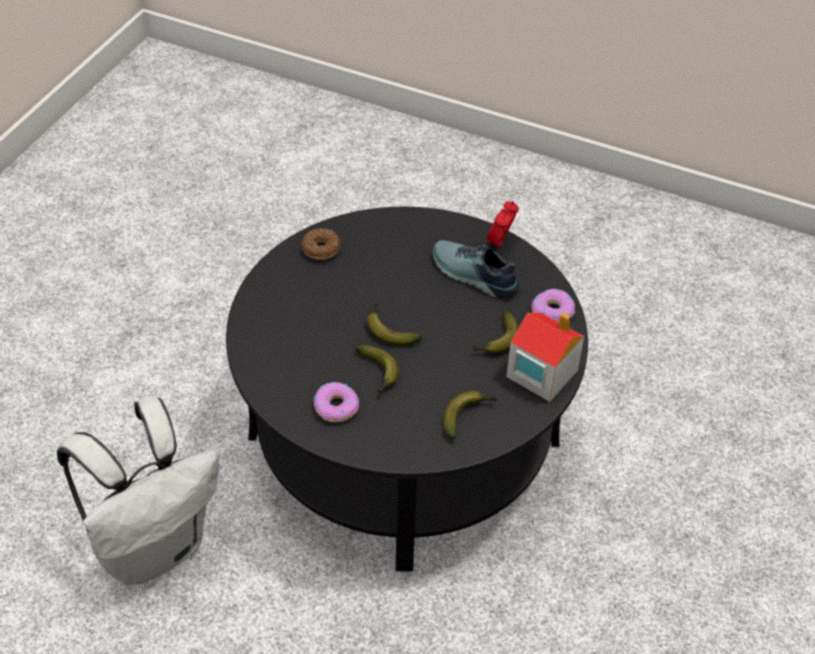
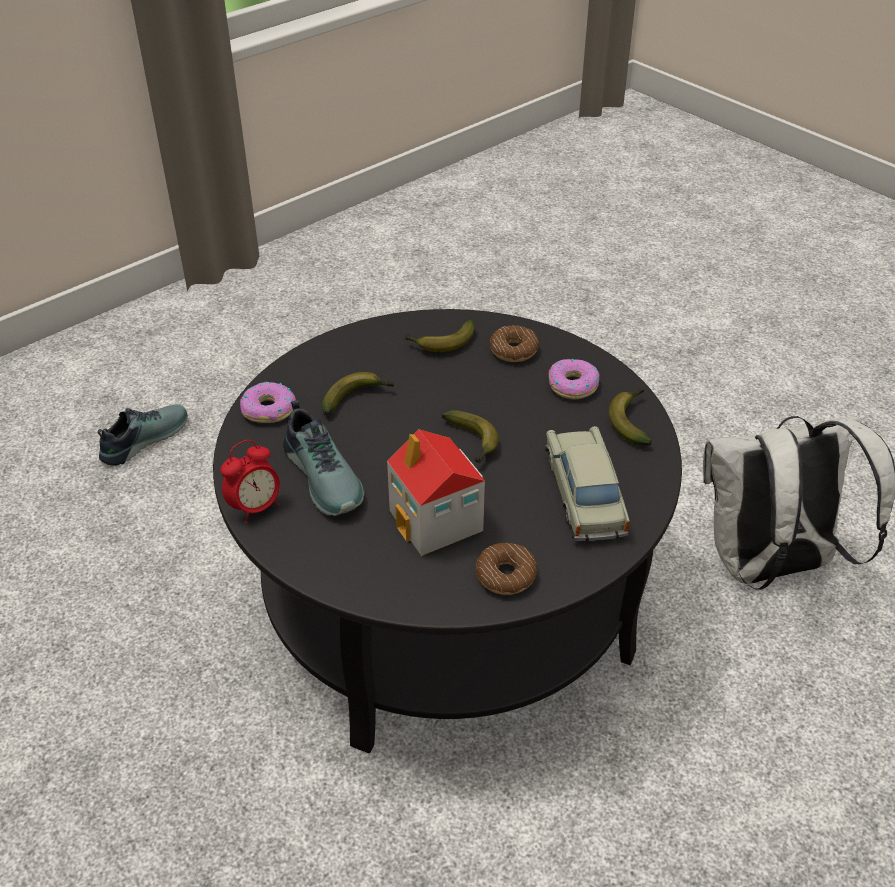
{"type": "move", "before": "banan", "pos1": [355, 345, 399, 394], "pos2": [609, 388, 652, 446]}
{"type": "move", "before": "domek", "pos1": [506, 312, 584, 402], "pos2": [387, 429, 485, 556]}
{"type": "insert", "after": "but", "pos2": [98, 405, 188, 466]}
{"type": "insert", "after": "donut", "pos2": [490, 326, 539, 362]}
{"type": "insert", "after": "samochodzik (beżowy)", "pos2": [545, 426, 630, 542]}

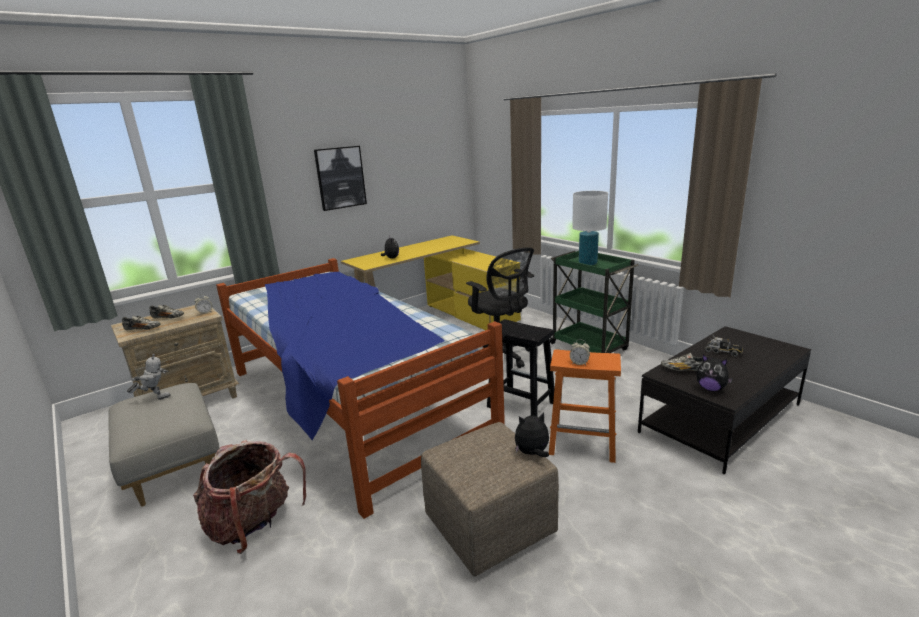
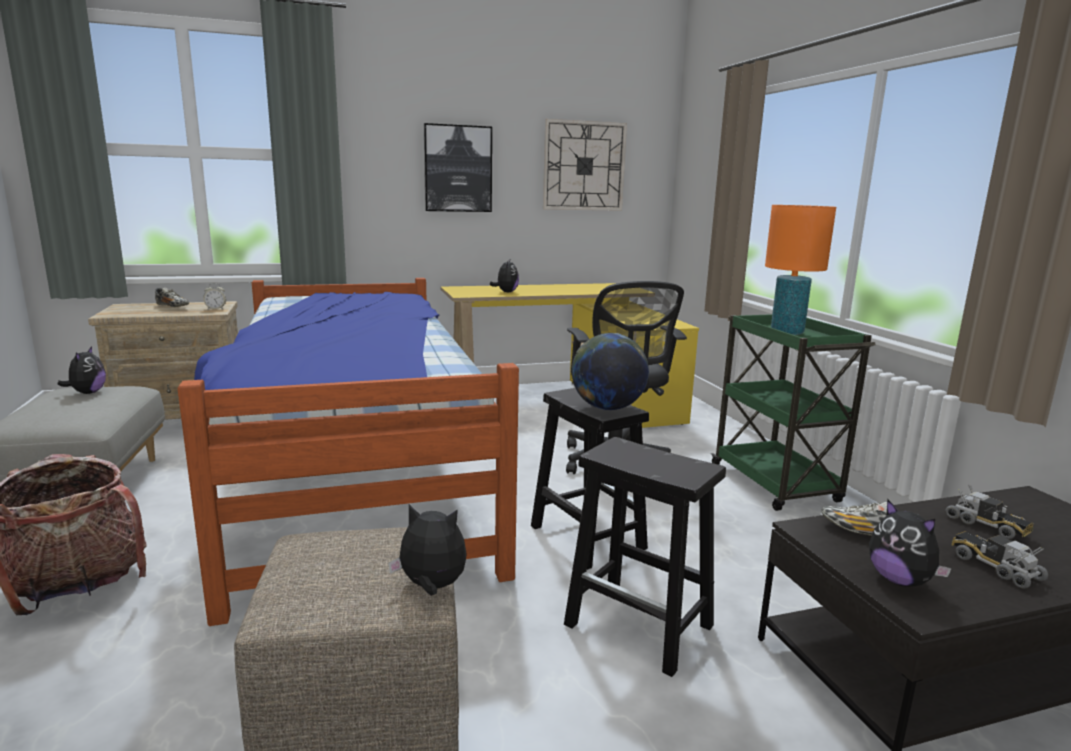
{"type": "delete", "before": "but", "pos1": [122, 316, 160, 330]}
{"type": "replace", "before": "robot zabawkowy", "after": "pluszak", "pos1": [127, 354, 171, 400], "pos2": [57, 346, 106, 394]}
{"type": "recolor", "before": "stołek (pomarańczowy)", "after": "stołek (czarny)", "pos1": [549, 349, 621, 463], "pos2": [564, 437, 726, 677]}
{"type": "delete", "before": "budzik", "pos1": [570, 339, 590, 365]}
{"type": "recolor", "before": "lampa stołowa (biały)", "after": "lampa stołowa (pomarańczowy)", "pos1": [572, 191, 608, 265], "pos2": [765, 205, 836, 335]}
{"type": "insert", "after": "zegar ścienny", "pos2": [543, 119, 627, 211]}
{"type": "insert", "after": "globus", "pos2": [572, 333, 649, 410]}
{"type": "insert", "after": "ciężarówka zabawkowa", "pos2": [951, 531, 1048, 589]}

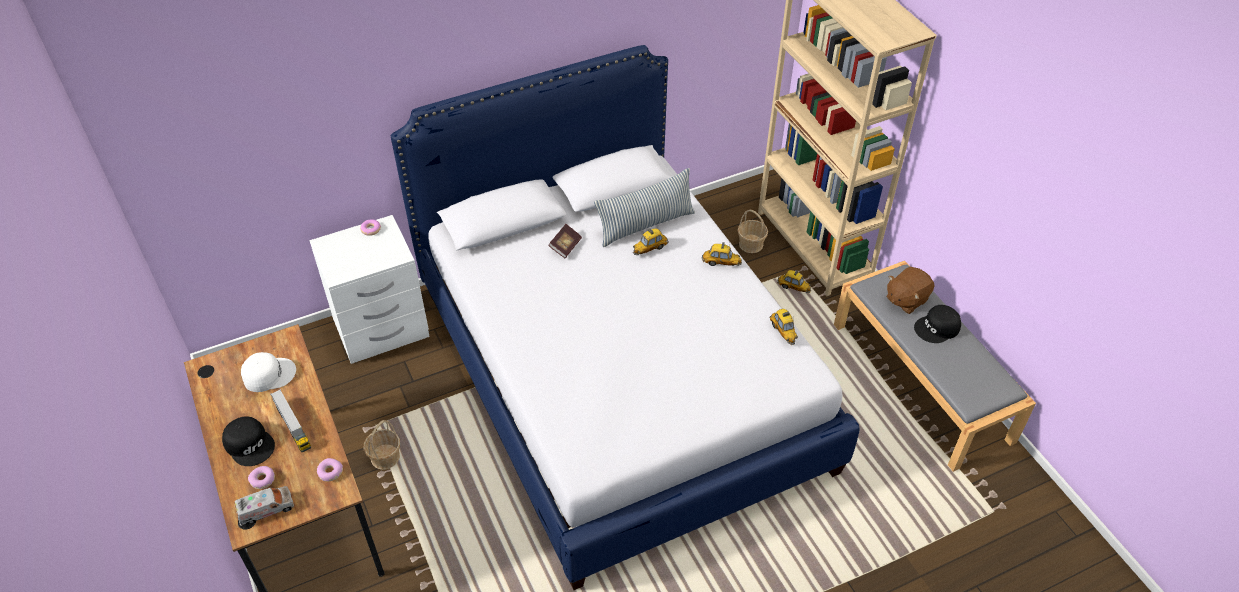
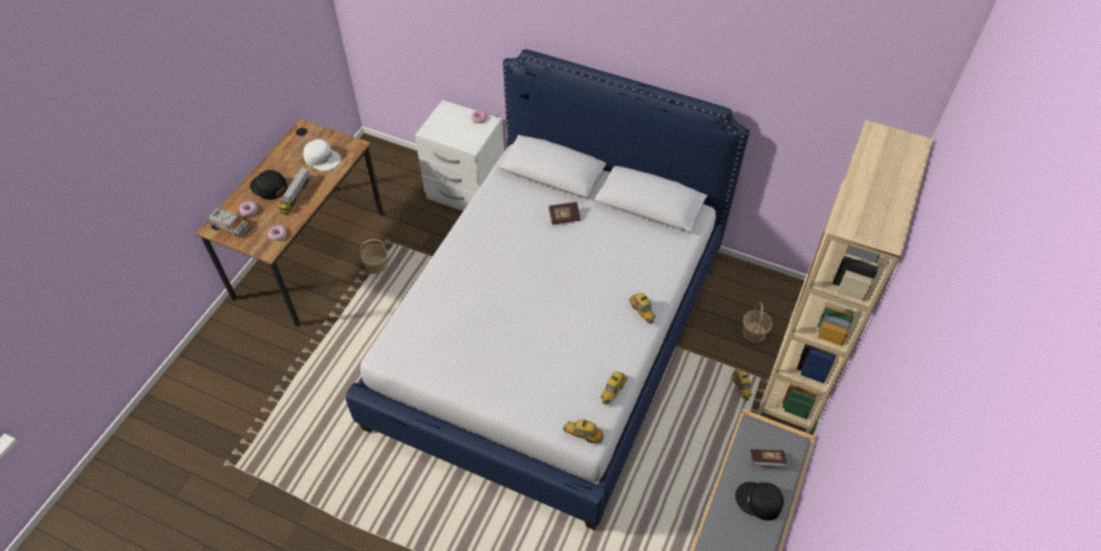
{"type": "rotate", "before": "czapka z daszkiem (czarny)", "pos1": [222, 416, 275, 466], "pos2": [250, 170, 287, 200], "turn": 120}
{"type": "delete", "before": "poduszka", "pos1": [594, 168, 695, 247]}
{"type": "move", "before": "samochodzik", "pos1": [633, 228, 669, 255], "pos2": [563, 419, 604, 444]}
{"type": "replace", "before": "pluszak (brązowy)", "after": "książka", "pos1": [886, 266, 934, 314], "pos2": [750, 449, 787, 467]}

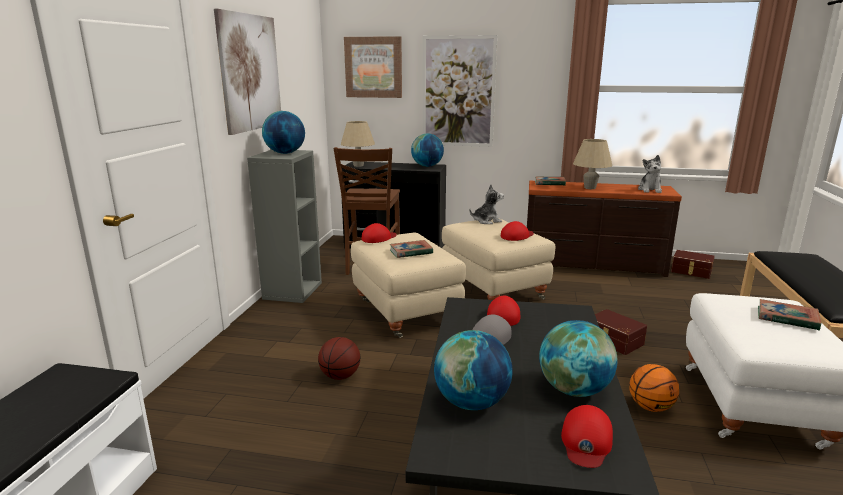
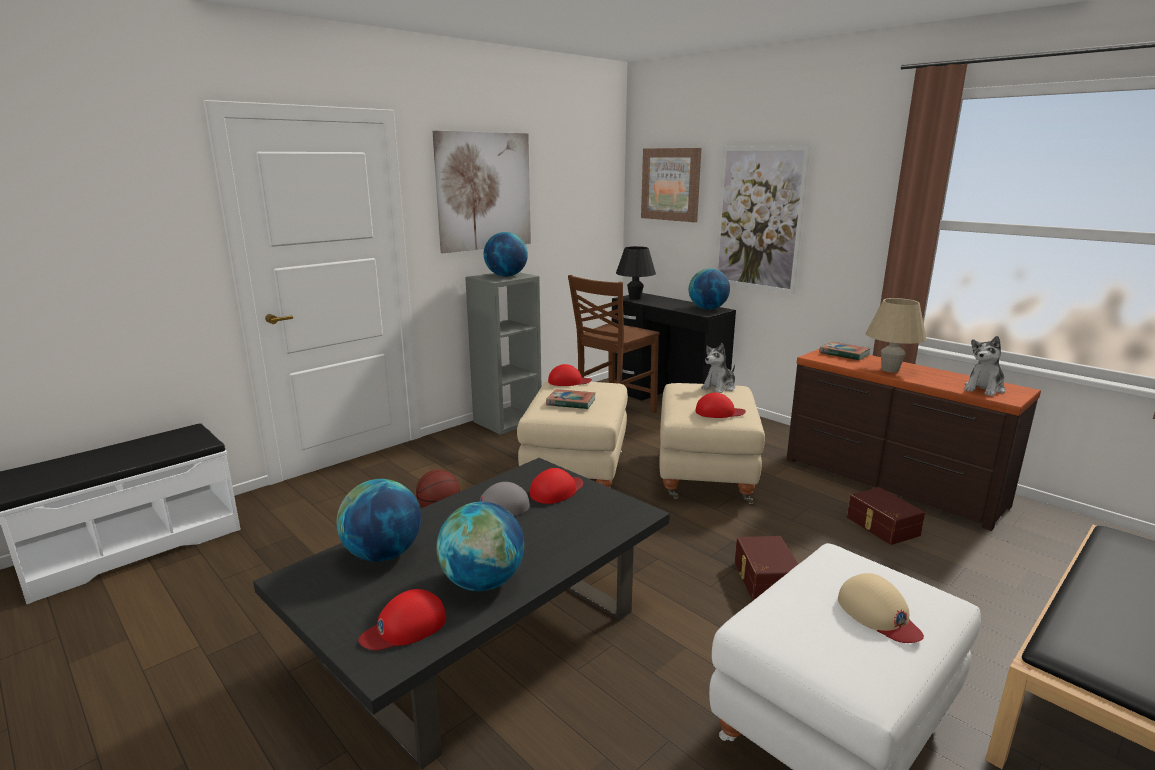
{"type": "recolor", "before": "lampa stołowa (beżowy)", "after": "lampa stołowa (czarny)", "pos1": [341, 121, 375, 167], "pos2": [616, 246, 656, 300]}
{"type": "rotate", "before": "pluszak", "pos1": [469, 184, 504, 224], "pos2": [701, 343, 735, 393], "turn": 120}
{"type": "delete", "before": "piłka do koszykówki", "pos1": [629, 364, 679, 412]}
{"type": "move", "before": "pojemnik do przechowywania (brązowy)", "pos1": [671, 250, 715, 279], "pos2": [847, 487, 925, 545]}
{"type": "replace", "before": "książka", "after": "czapka z daszkiem (beżowy)", "pos1": [758, 299, 821, 330], "pos2": [838, 573, 924, 643]}

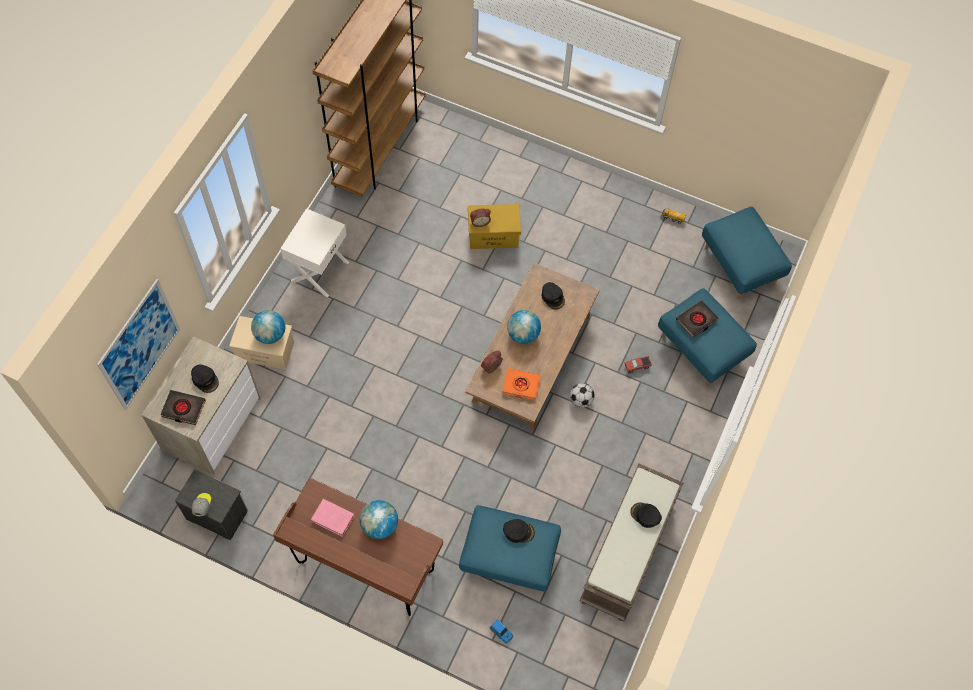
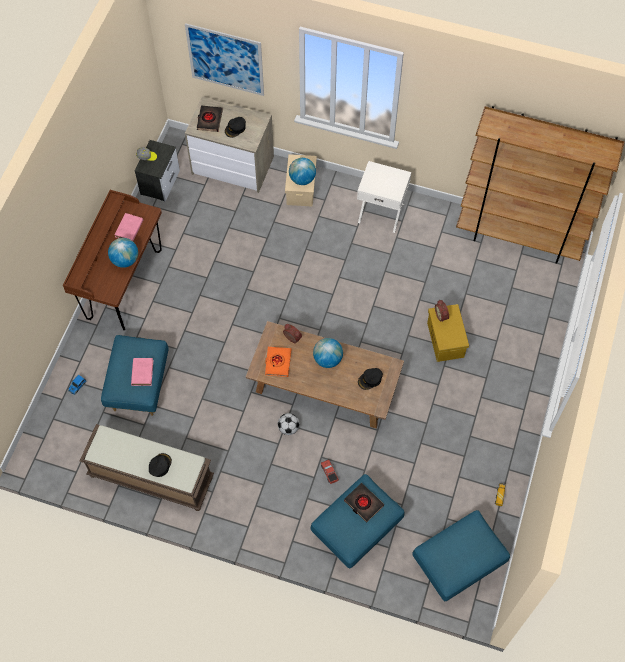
{"type": "replace", "before": "czapka z daszkiem (czarny)", "after": "książka (różowy)", "pos1": [503, 519, 535, 543], "pos2": [131, 358, 153, 386]}

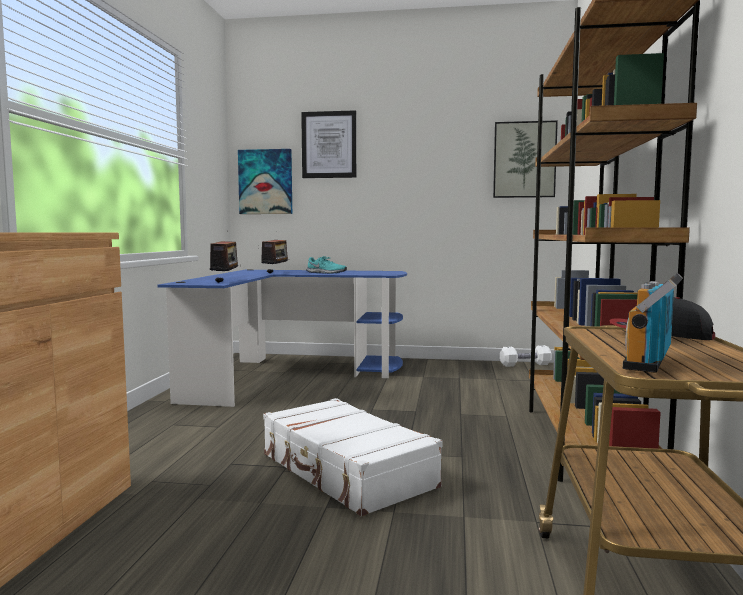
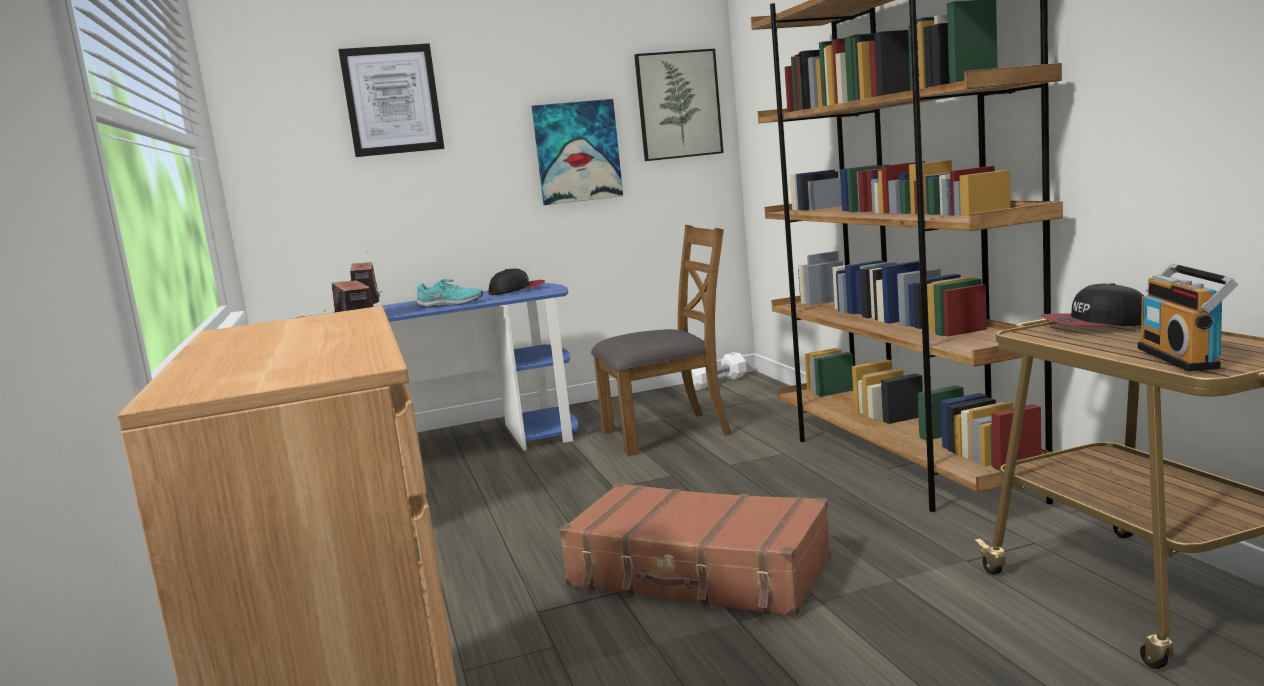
{"type": "move", "before": "obraz", "pos1": [238, 149, 292, 214], "pos2": [532, 99, 623, 205]}
{"type": "recolor", "before": "walizka (biały)", "after": "walizka (brązowy)", "pos1": [263, 398, 443, 517], "pos2": [559, 483, 831, 617]}
{"type": "insert", "after": "czapka z daszkiem", "pos2": [488, 269, 545, 295]}
{"type": "insert", "after": "krzesło (brązowy)", "pos2": [591, 225, 732, 456]}

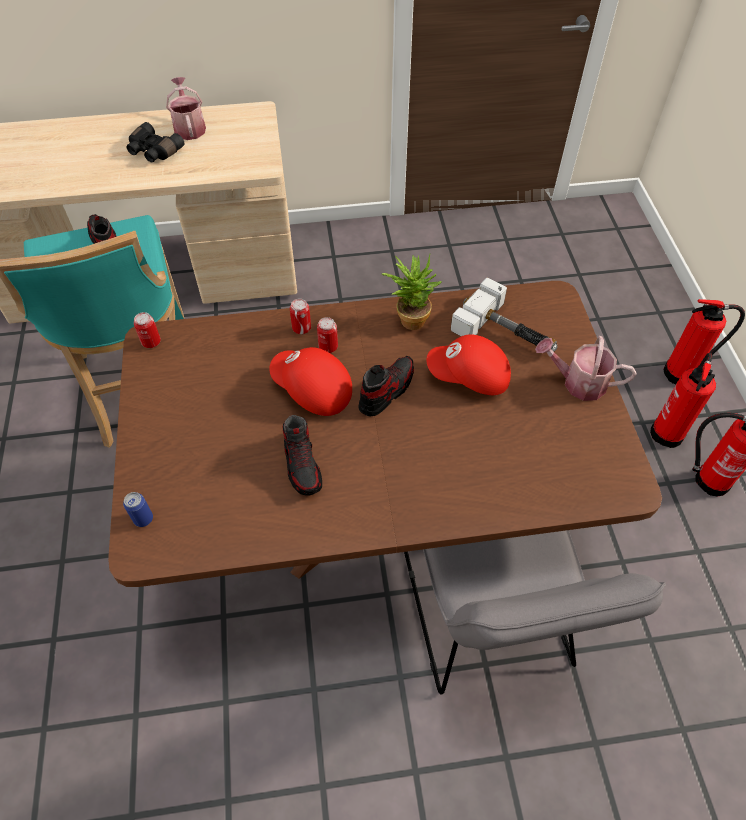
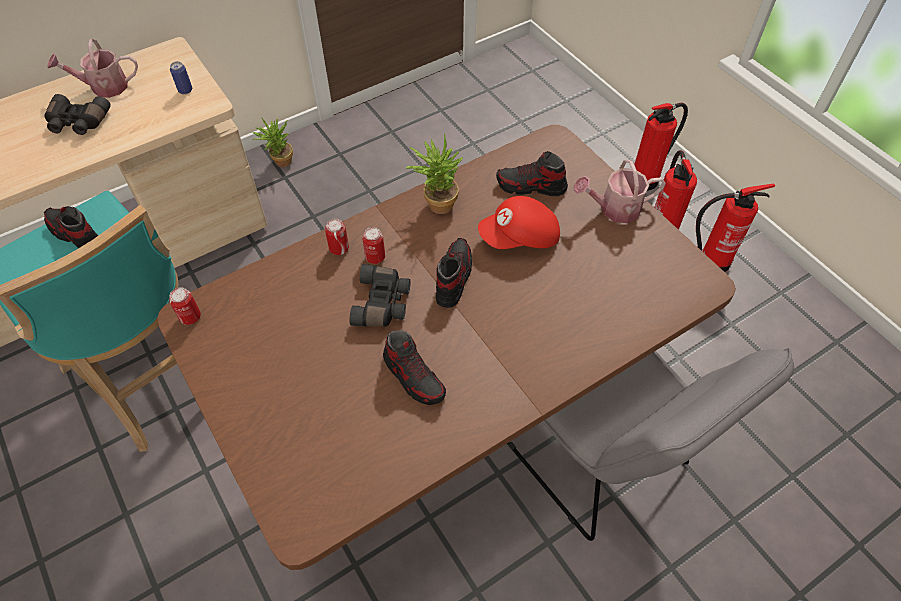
{"type": "move", "before": "puszka", "pos1": [123, 492, 153, 527], "pos2": [170, 61, 192, 94]}
{"type": "rotate", "before": "konewka", "pos1": [166, 77, 206, 140], "pos2": [48, 39, 138, 98], "turn": -60}
{"type": "replace", "before": "czapka z daszkiem (czerwony)", "after": "lornetka (czarny)", "pos1": [269, 347, 352, 416], "pos2": [350, 264, 410, 327]}
{"type": "replace", "before": "młotek", "after": "but", "pos1": [451, 278, 558, 352], "pos2": [496, 151, 568, 196]}
{"type": "insert", "after": "roślina doniczkowa", "pos2": [252, 117, 293, 167]}

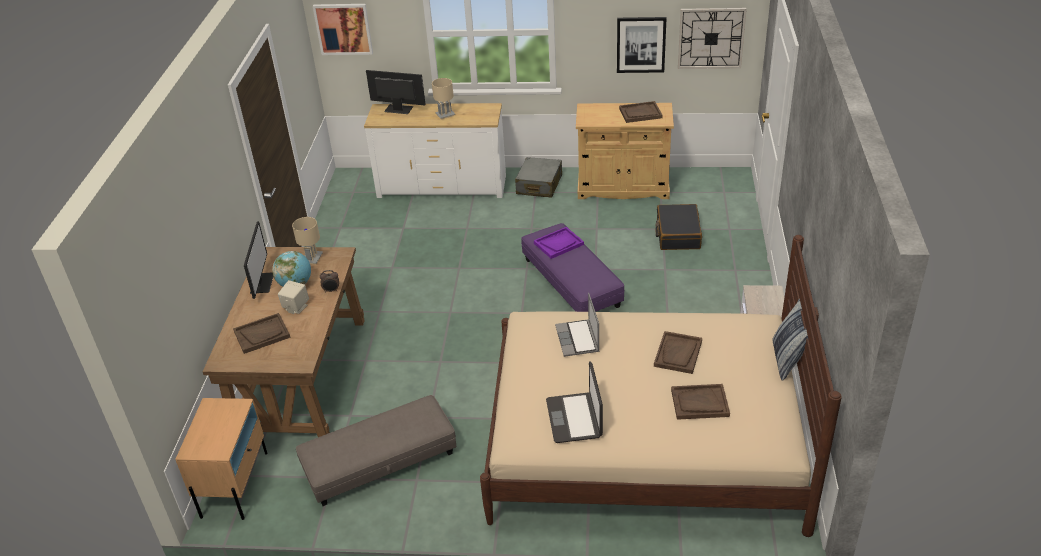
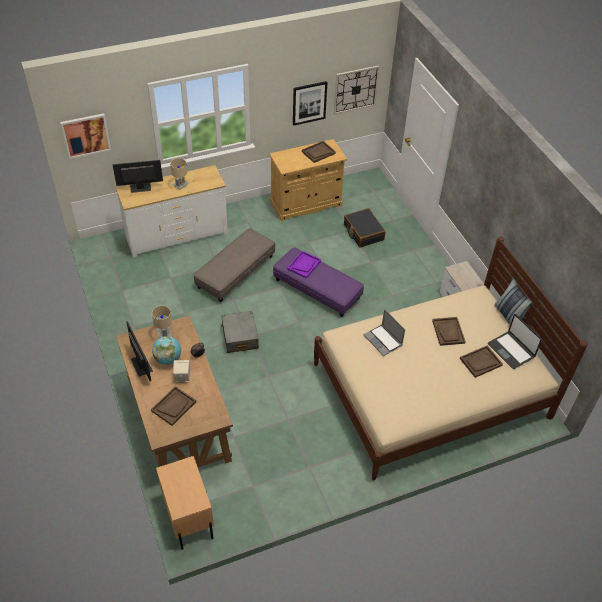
{"type": "move", "before": "pufa (szary)", "pos1": [296, 395, 456, 506], "pos2": [194, 228, 275, 302]}
{"type": "move", "before": "walizka (szary)", "pos1": [515, 157, 562, 197], "pos2": [221, 311, 259, 353]}
{"type": "move", "before": "laptop", "pos1": [546, 361, 603, 443], "pos2": [488, 314, 542, 369]}

